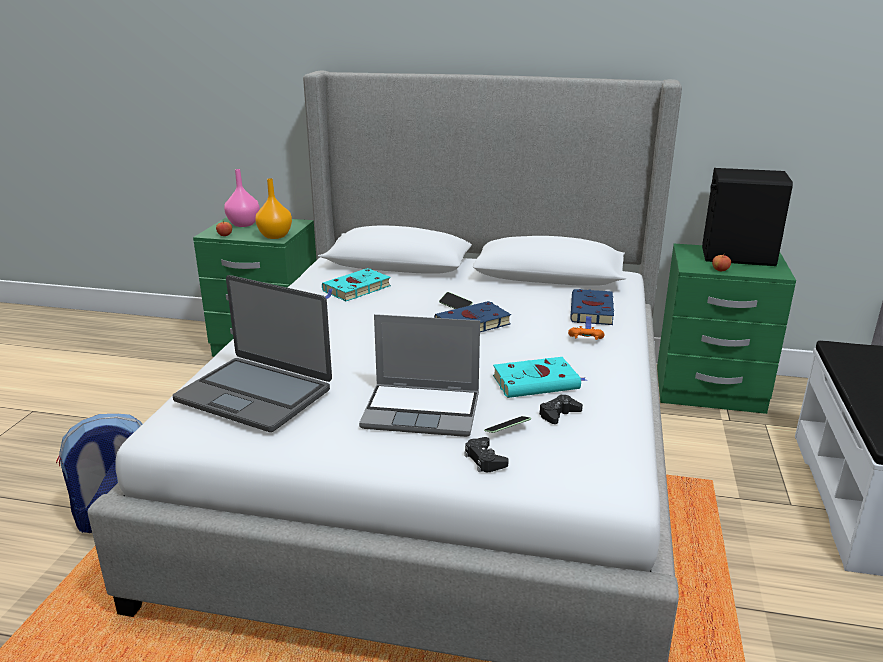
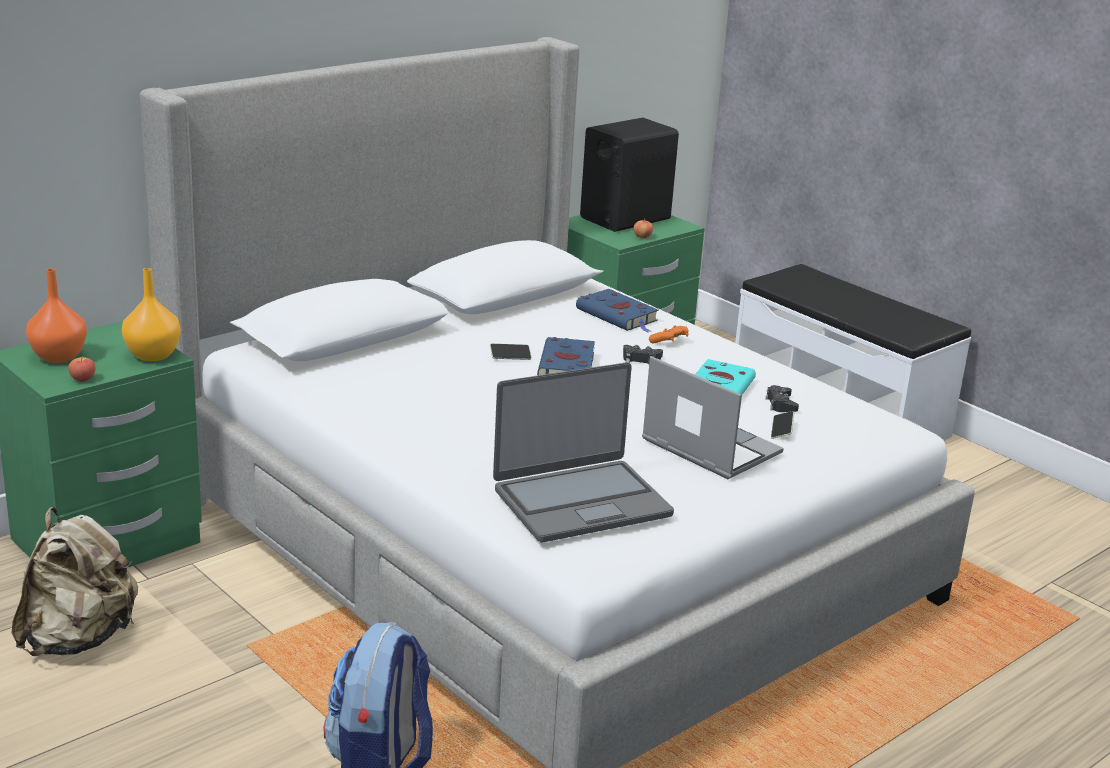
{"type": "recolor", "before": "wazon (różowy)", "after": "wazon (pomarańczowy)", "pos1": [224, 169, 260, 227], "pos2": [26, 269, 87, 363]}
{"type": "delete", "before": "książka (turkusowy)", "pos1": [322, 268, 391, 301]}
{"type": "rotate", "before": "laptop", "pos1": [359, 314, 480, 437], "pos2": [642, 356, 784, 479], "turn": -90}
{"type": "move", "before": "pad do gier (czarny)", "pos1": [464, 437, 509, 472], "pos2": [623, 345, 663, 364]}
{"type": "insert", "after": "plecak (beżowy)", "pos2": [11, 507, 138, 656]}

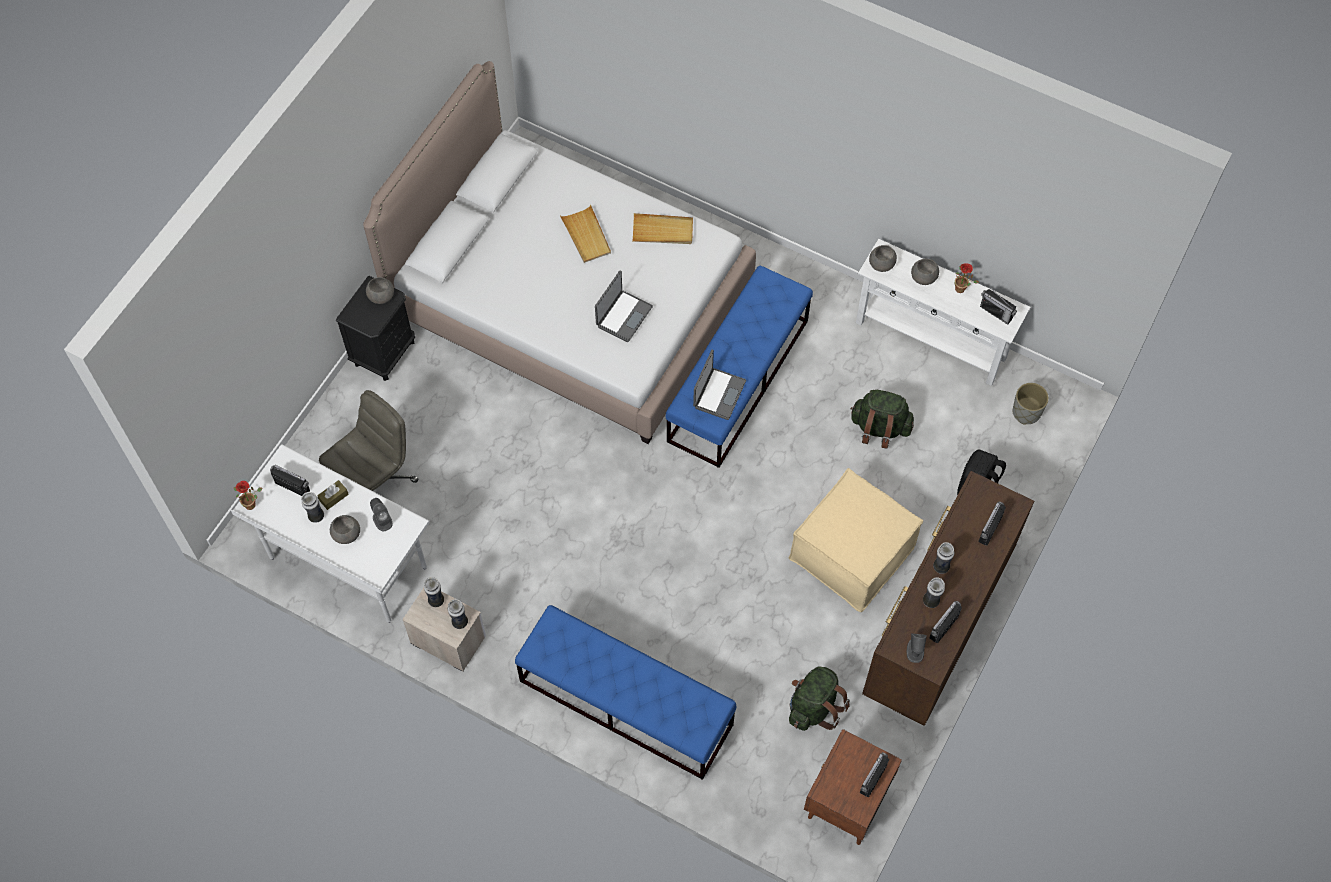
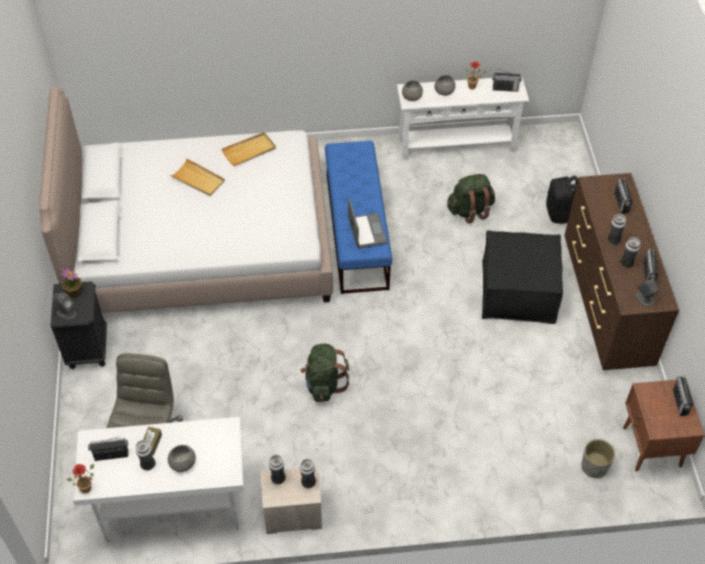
{"type": "replace", "before": "miska (szary)", "after": "roślina doniczkowa", "pos1": [366, 277, 394, 304], "pos2": [60, 268, 82, 298]}
{"type": "move", "before": "głośnik (szary)", "pos1": [370, 498, 393, 531], "pos2": [52, 293, 77, 320]}
{"type": "delete", "before": "ławka (niebieski)", "pos1": [515, 605, 737, 780]}
{"type": "delete", "before": "laptop", "pos1": [595, 271, 653, 342]}
{"type": "recolor", "before": "pufa (beżowy)", "after": "pufa (czarny)", "pos1": [789, 468, 923, 612], "pos2": [482, 230, 563, 324]}
{"type": "move", "before": "plecak (zielony)", "pos1": [789, 666, 850, 731], "pos2": [300, 344, 349, 402]}
{"type": "move", "before": "donica (szary)", "pos1": [1012, 383, 1049, 425], "pos2": [581, 439, 615, 478]}

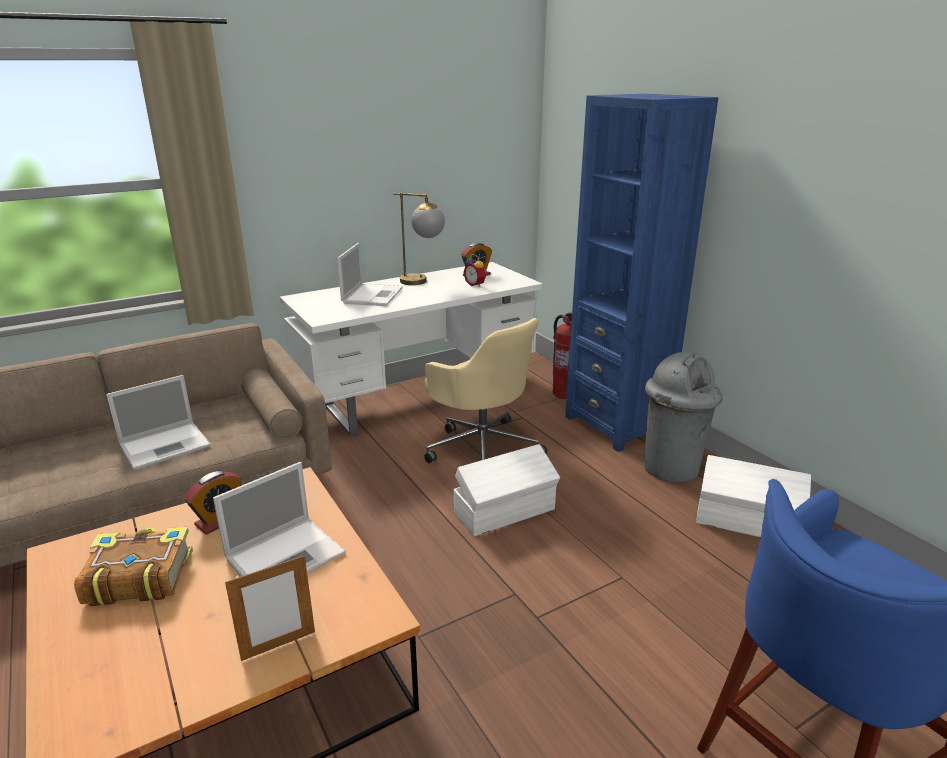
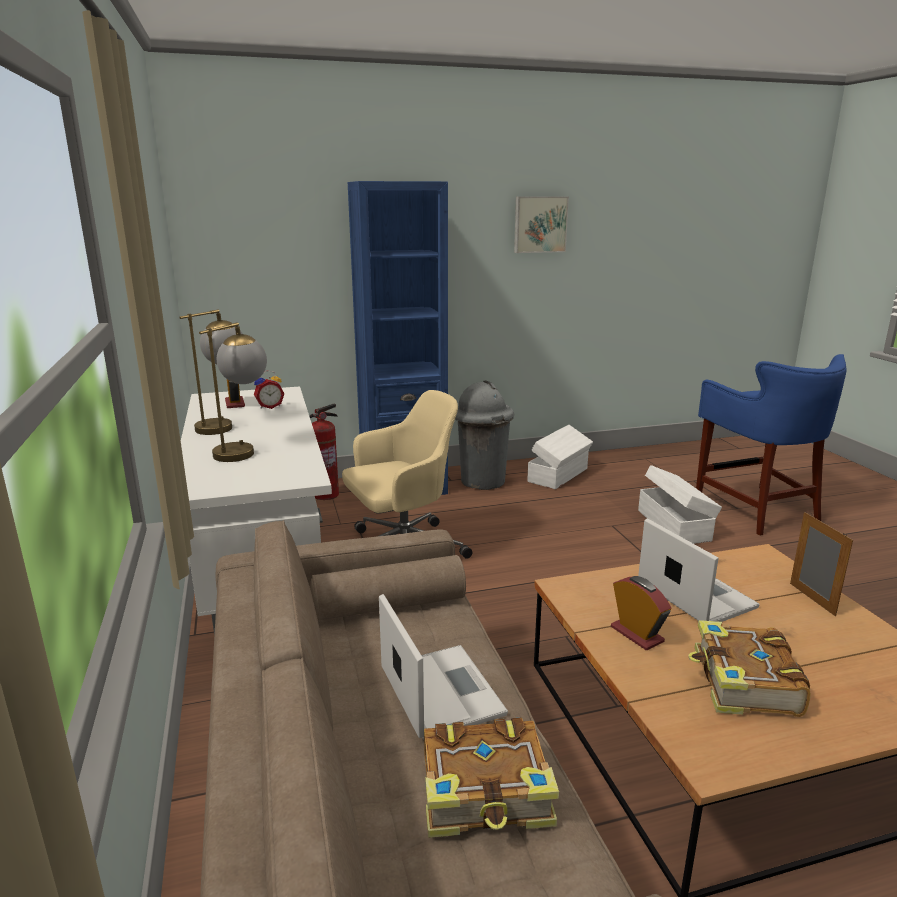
{"type": "replace", "before": "laptop", "after": "lampa stołowa", "pos1": [337, 243, 403, 306], "pos2": [199, 322, 267, 462]}
{"type": "move", "before": "pojemnik do przechowywania (biały)", "pos1": [453, 444, 560, 536], "pos2": [638, 465, 722, 544]}
{"type": "insert", "after": "książka", "pos2": [424, 718, 559, 838]}
{"type": "insert", "after": "obraz", "pos2": [514, 196, 569, 253]}

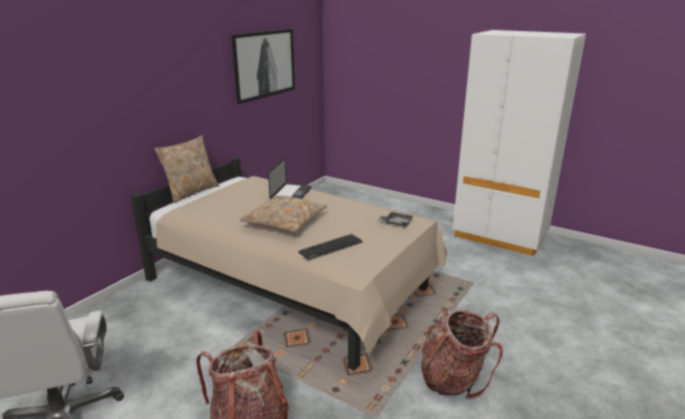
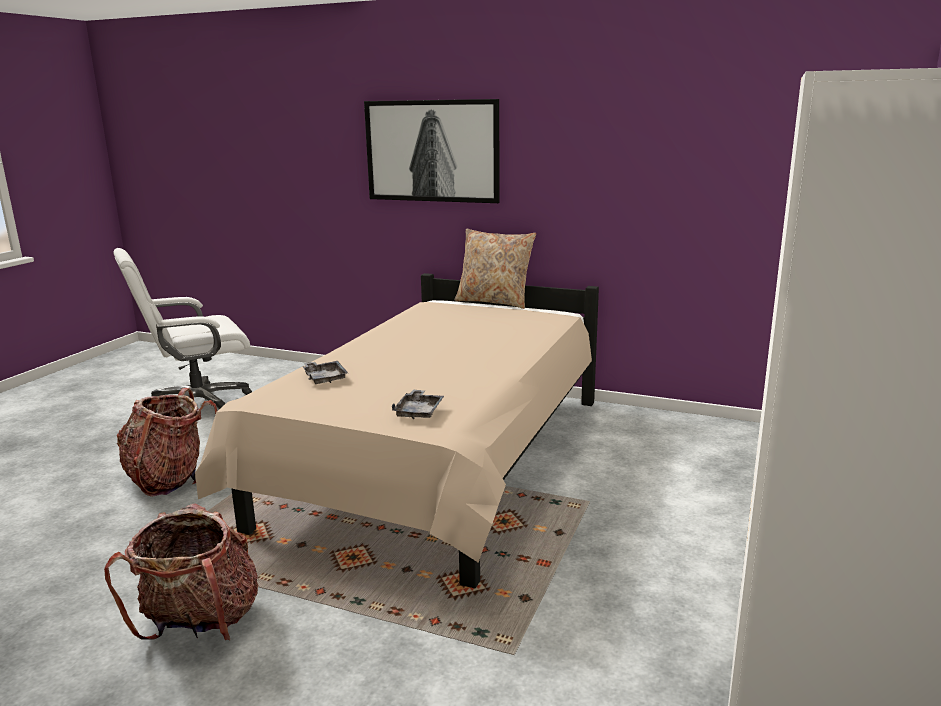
{"type": "move", "before": "obraz", "pos1": [231, 29, 295, 104], "pos2": [364, 99, 500, 203]}
{"type": "delete", "before": "poduszka (beżowy)", "pos1": [240, 196, 327, 232]}
{"type": "delete", "before": "laptop", "pos1": [268, 158, 312, 199]}
{"type": "replace", "before": "klawiatura", "after": "taca (szary)", "pos1": [298, 234, 363, 260], "pos2": [303, 361, 348, 384]}

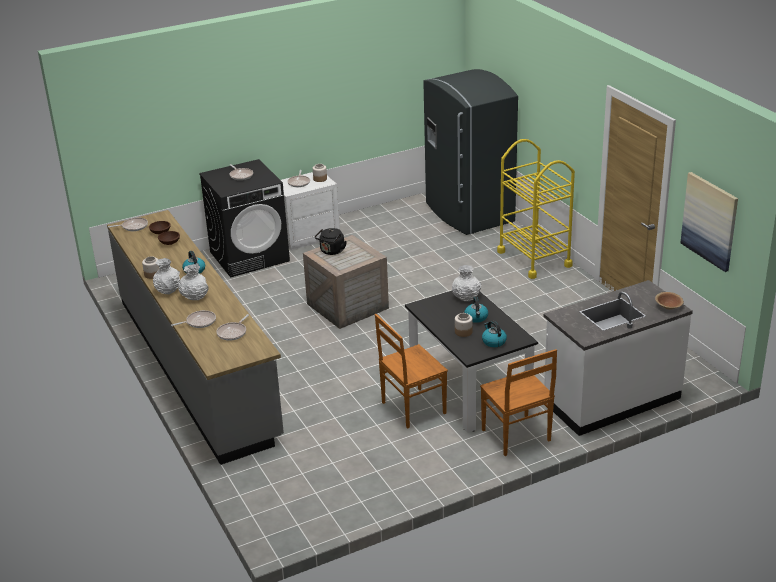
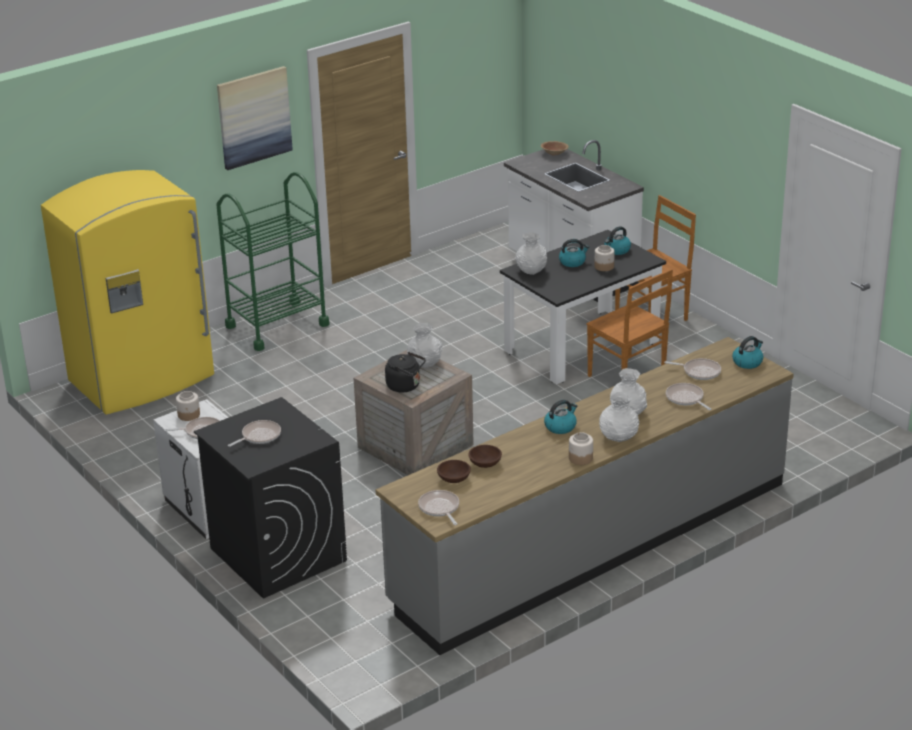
{"type": "recolor", "before": "lodówka (szary)", "after": "lodówka (żółty)", "pos1": [423, 69, 518, 235], "pos2": [41, 170, 214, 414]}
{"type": "recolor", "before": "wózek (żółty)", "after": "wózek (zielony)", "pos1": [497, 139, 575, 279], "pos2": [216, 172, 330, 351]}
{"type": "move", "before": "obraz", "pos1": [680, 172, 738, 272], "pos2": [217, 66, 293, 170]}
{"type": "insert", "after": "wazon (biały)", "pos2": [407, 323, 443, 368]}
{"type": "insert", "after": "czajnik", "pos2": [732, 336, 763, 369]}

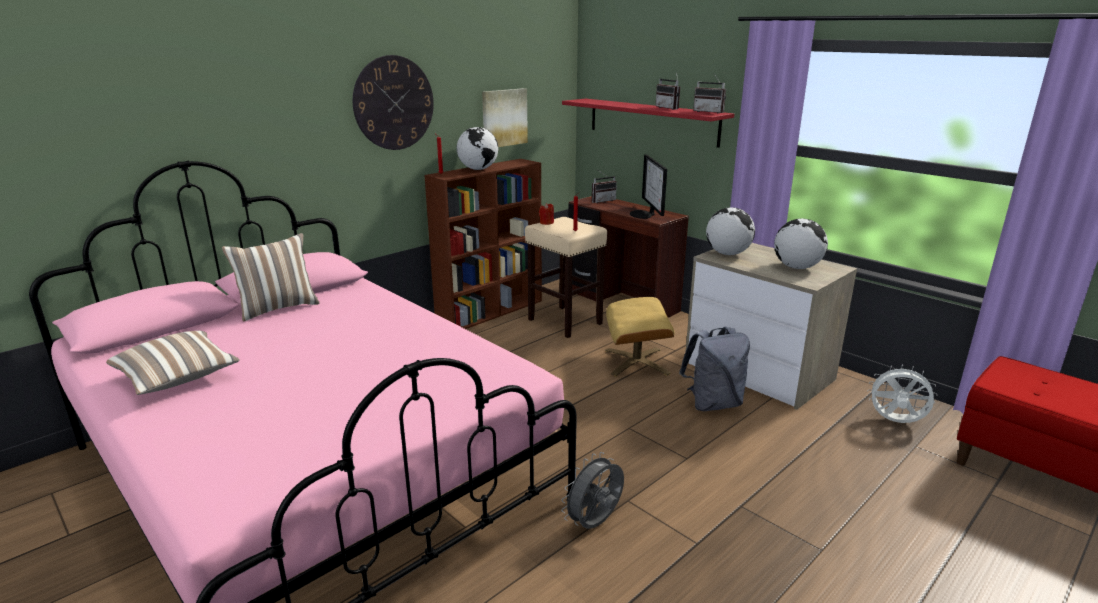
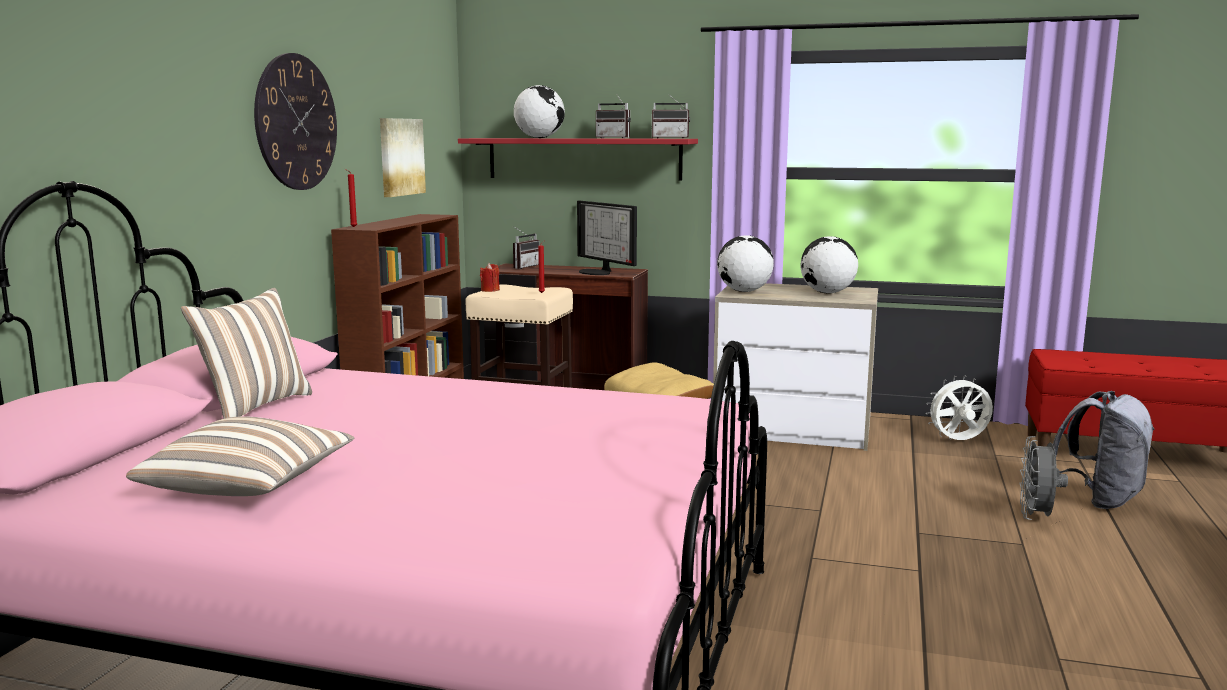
{"type": "move", "before": "globus", "pos1": [457, 127, 498, 170], "pos2": [514, 85, 565, 138]}
{"type": "move", "before": "wentylator (szary)", "pos1": [561, 452, 624, 529], "pos2": [1019, 436, 1068, 520]}
{"type": "move", "before": "plecak (szary)", "pos1": [679, 327, 750, 411], "pos2": [1053, 391, 1155, 509]}

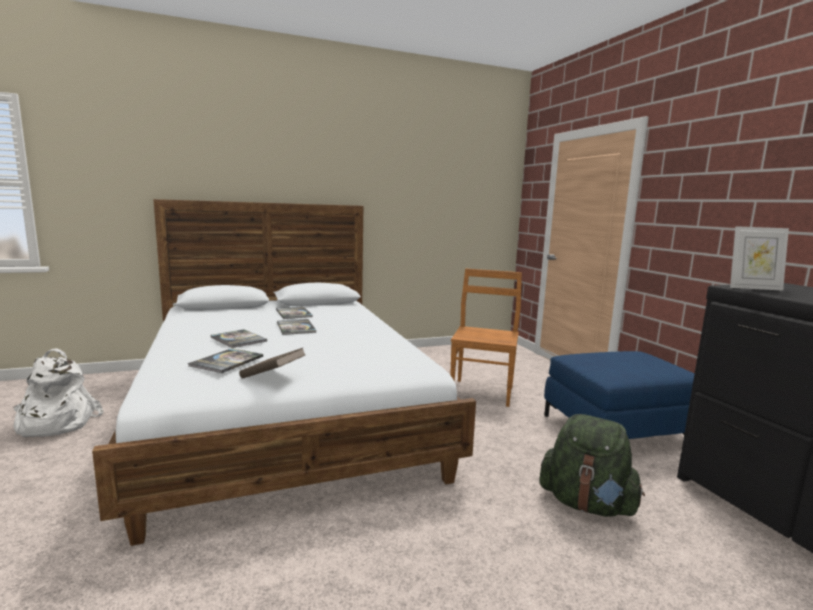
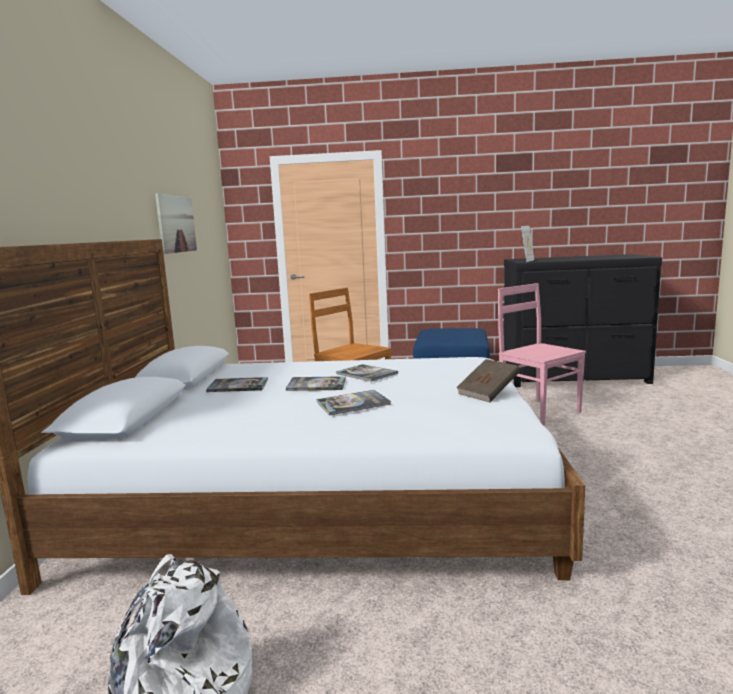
{"type": "move", "before": "książka", "pos1": [188, 348, 263, 373], "pos2": [336, 364, 398, 382]}
{"type": "replace", "before": "plecak (zielony)", "after": "krzesło (różowy)", "pos1": [540, 414, 645, 517], "pos2": [498, 283, 586, 426]}
{"type": "insert", "after": "obraz", "pos2": [155, 193, 197, 254]}

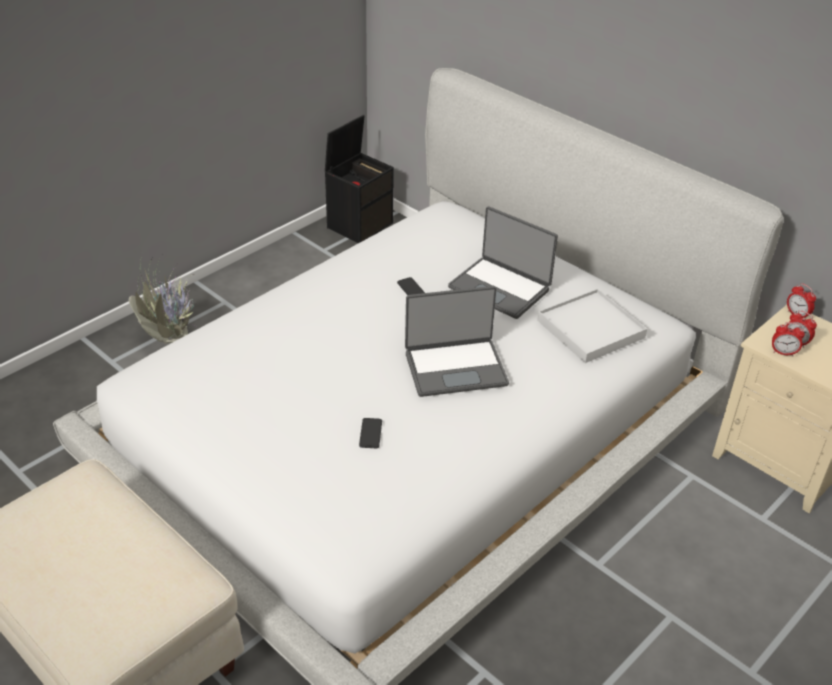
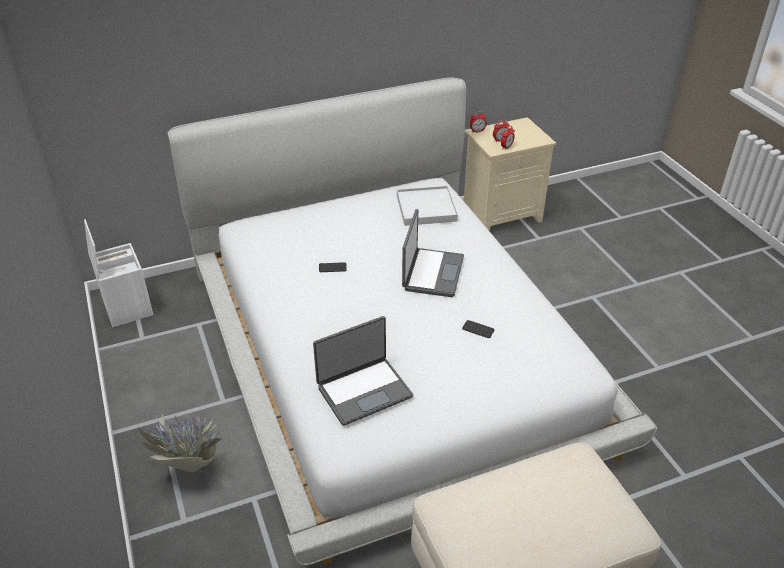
{"type": "recolor", "before": "pojemnik do przechowywania (czarny)", "after": "pojemnik do przechowywania (biały)", "pos1": [325, 115, 394, 243], "pos2": [84, 219, 153, 327]}
{"type": "move", "before": "laptop", "pos1": [448, 206, 558, 319], "pos2": [313, 316, 413, 426]}

